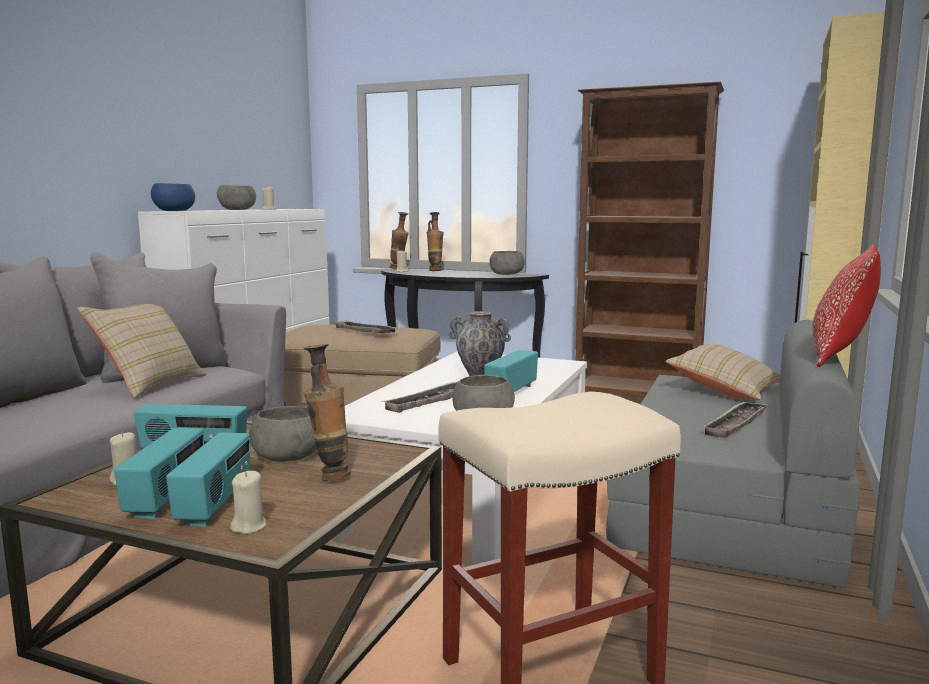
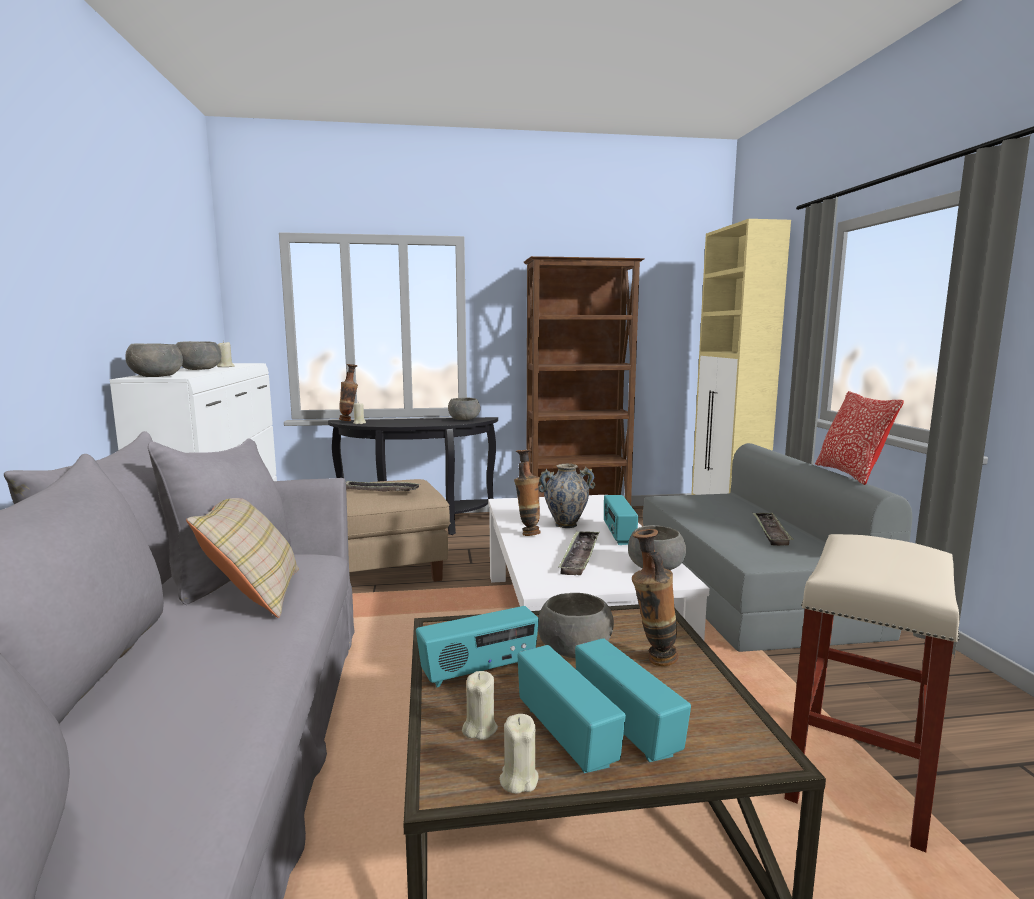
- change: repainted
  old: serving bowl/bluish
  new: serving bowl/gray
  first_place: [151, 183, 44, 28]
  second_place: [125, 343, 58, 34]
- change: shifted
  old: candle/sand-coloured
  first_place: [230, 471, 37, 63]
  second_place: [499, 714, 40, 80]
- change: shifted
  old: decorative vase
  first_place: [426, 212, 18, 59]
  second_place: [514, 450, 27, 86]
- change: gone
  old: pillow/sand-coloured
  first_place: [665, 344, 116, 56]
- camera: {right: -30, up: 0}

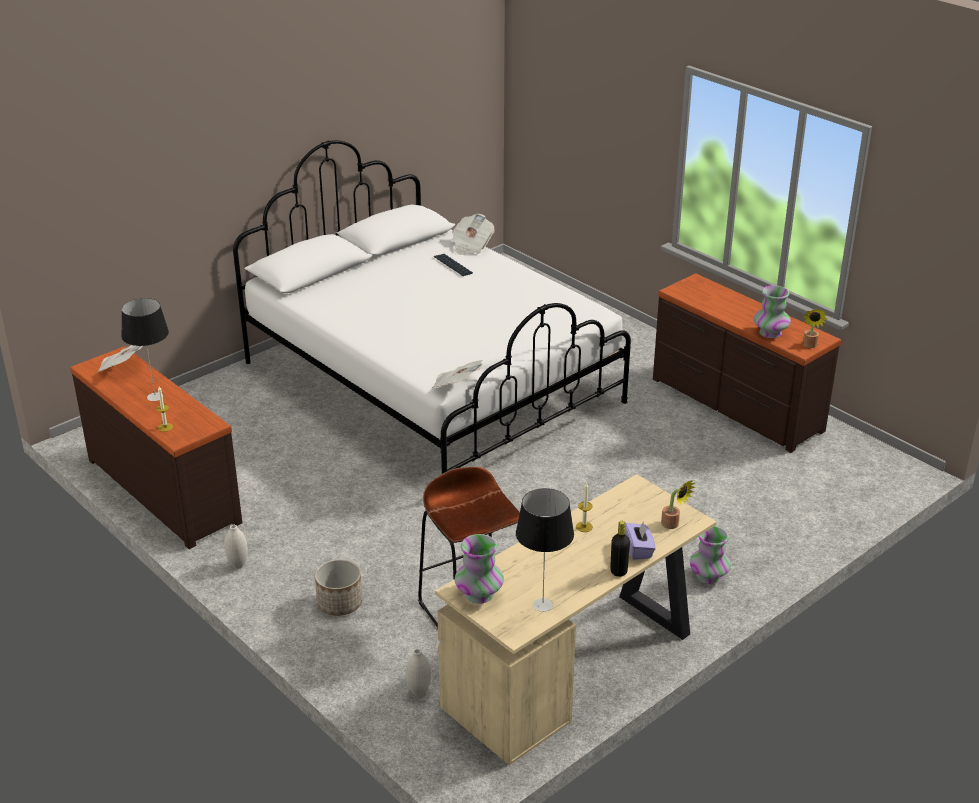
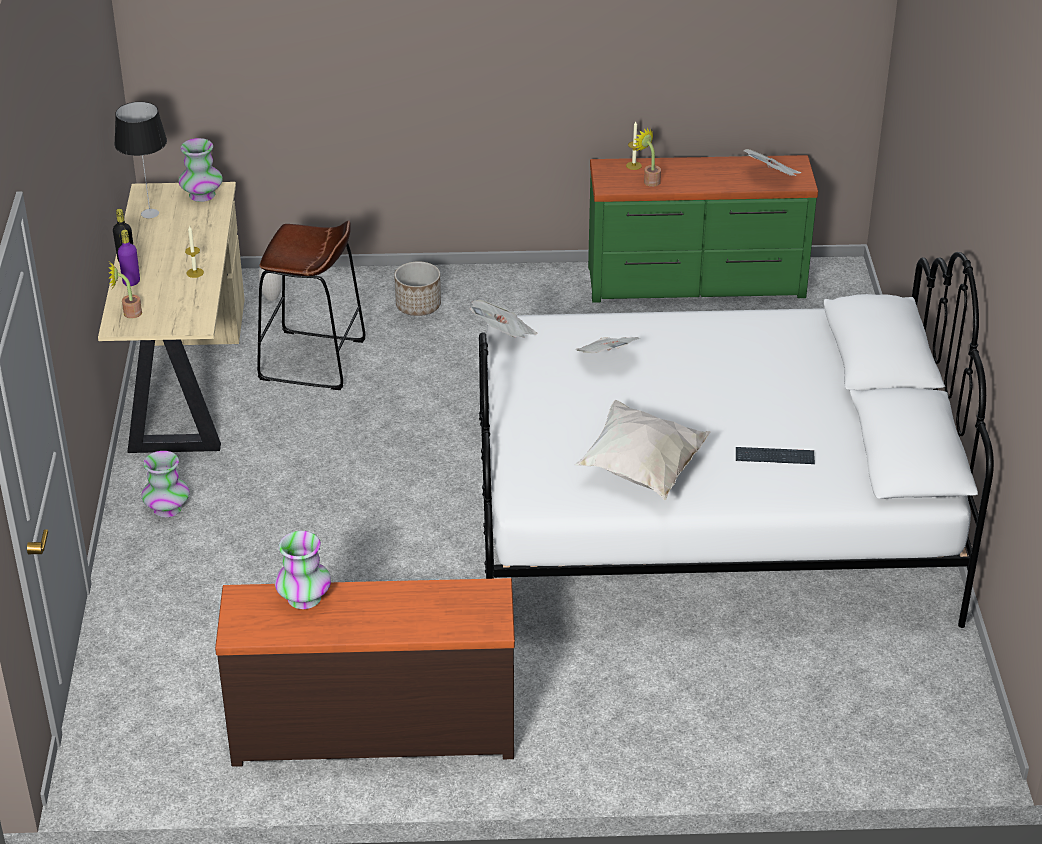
- change: swapped
  old: tissue box/purplish
  new: drink bottle/purplish
  first_place: [625, 522, 31, 38]
  second_place: [118, 230, 22, 56]
- change: new
  new: pillow/white
  second_place: [574, 400, 137, 100]
- change: shifted
  old: printed paper
  first_place: [452, 214, 43, 41]
  second_place: [575, 337, 65, 16]
- change: repainted
  old: dresser/brownish
  new: dresser/greenish
  first_place: [70, 346, 172, 203]
  second_place: [588, 155, 230, 148]
- change: shifted
  old: houseplant
  first_place: [803, 309, 25, 39]
  second_place: [634, 128, 27, 59]
- change: gone
  old: lamp for a table
  first_place: [121, 298, 48, 103]
- change: gone
  old: decorative vase/white
  first_place: [224, 525, 24, 44]
- camera: {right: 130, up: 5}

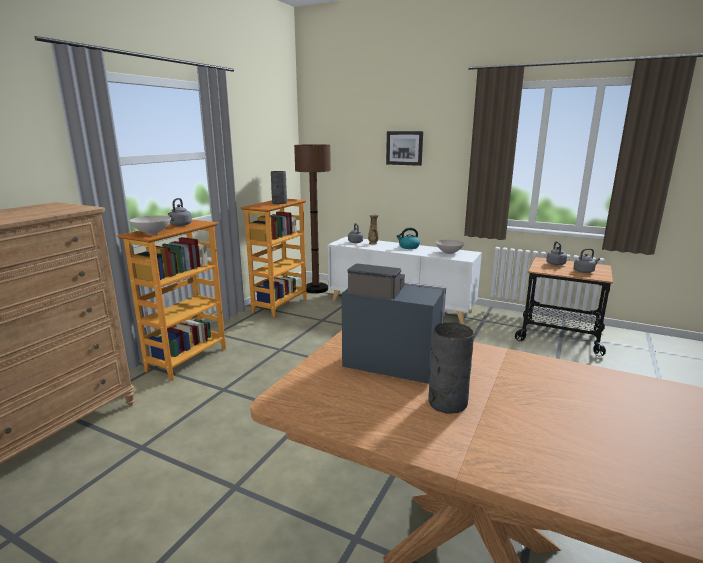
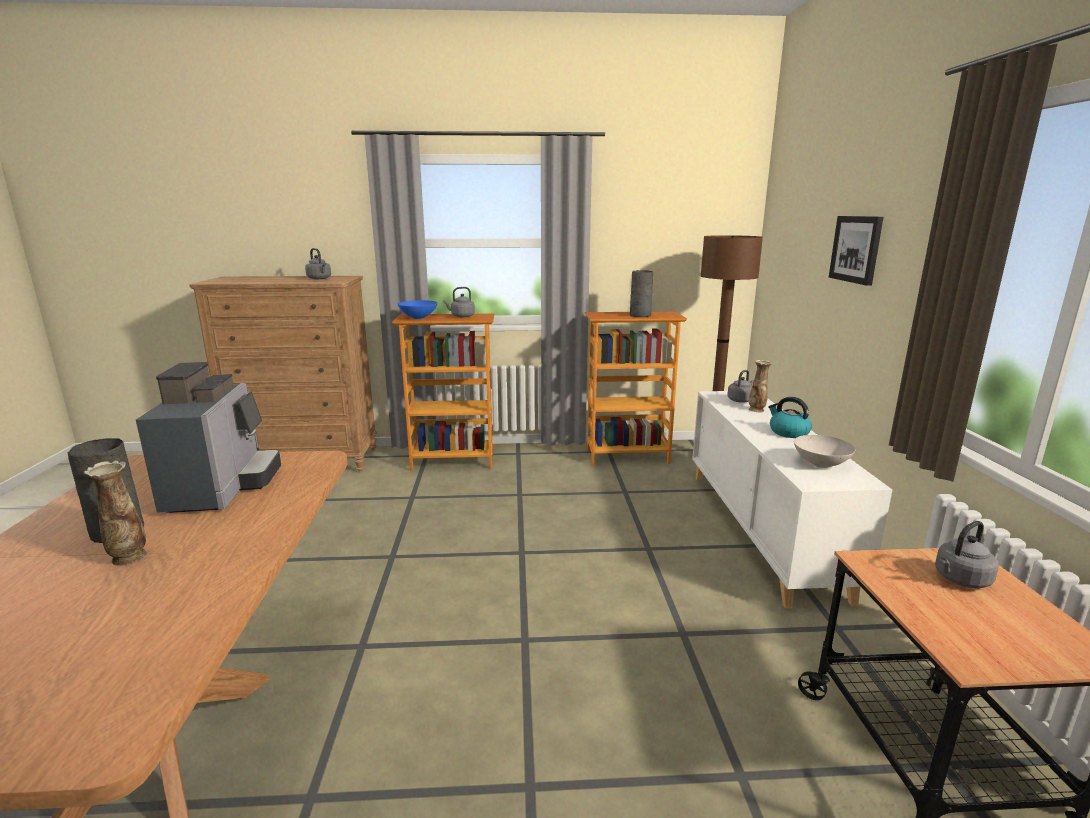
- change: new
  new: decorative vase
  second_place: [84, 461, 63, 105]
- change: shifted
  old: tea kettle/gray
  first_place: [574, 248, 26, 25]
  second_place: [305, 248, 26, 31]
- change: repainted
  old: serving bowl/white
  new: serving bowl/bluish
  first_place: [130, 215, 41, 19]
  second_place: [398, 300, 39, 19]
- camera: {right: 60, up: 0}

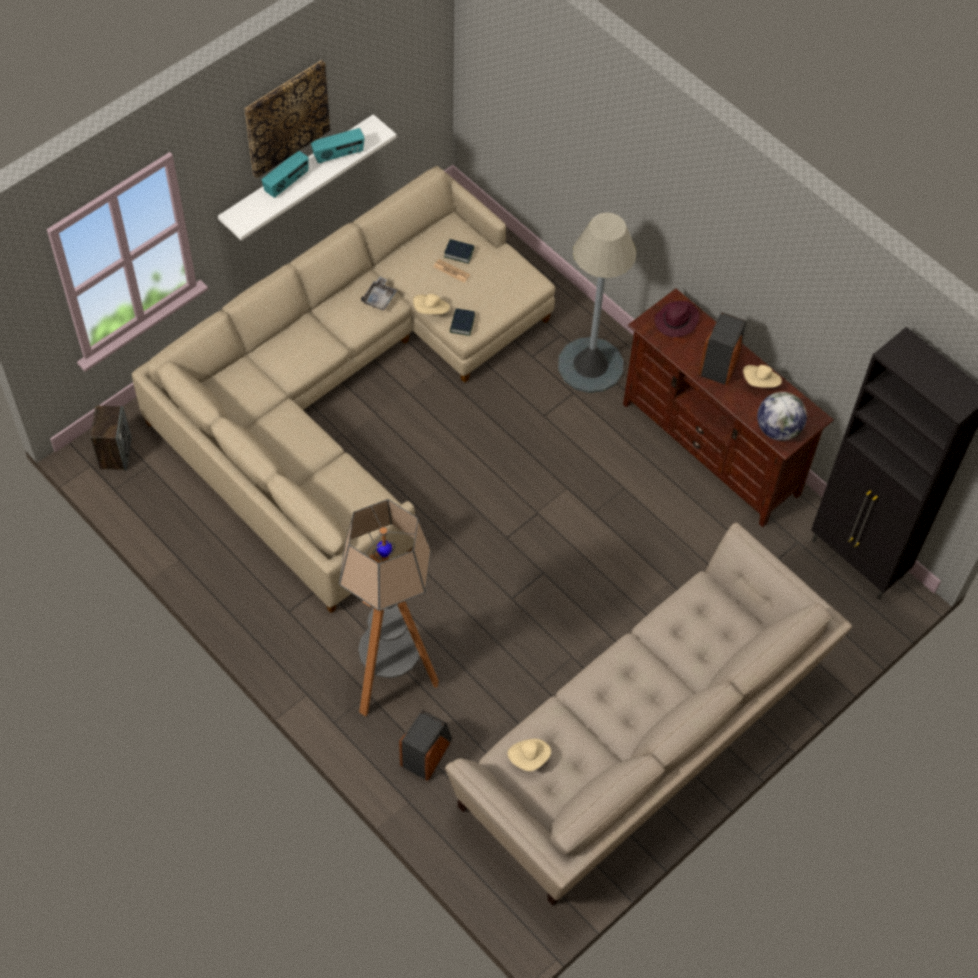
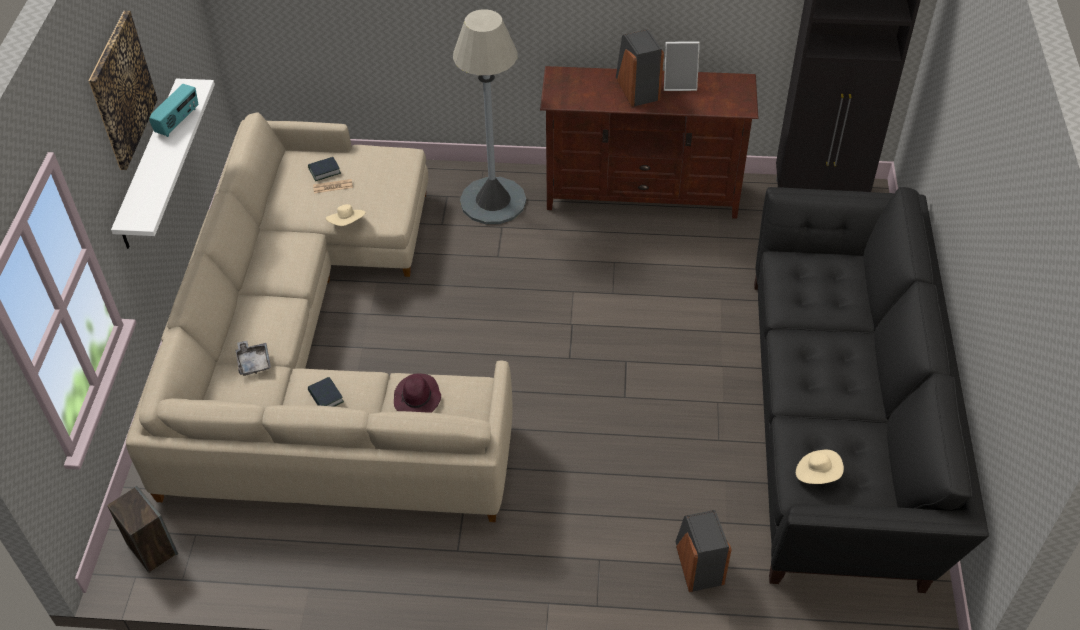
- change: shifted
  old: carrying tray/gray
  first_place: [361, 277, 36, 33]
  second_place: [235, 341, 36, 35]
- change: shifted
  old: bound book
  first_place: [450, 308, 25, 28]
  second_place: [308, 377, 36, 30]
- change: shifted
  old: wearable hat/purplish
  first_place: [654, 301, 45, 36]
  second_place: [394, 373, 47, 40]
- change: swapped
  old: wearable hat/sand-coloured
  new: photo frame
  first_place: [743, 365, 39, 22]
  second_place: [664, 41, 36, 50]
- change: repainted
  old: couch/sand-coloured
  new: couch/blackish
  first_place: [445, 523, 407, 383]
  second_place: [754, 187, 235, 406]
- change: gone
  old: radio set
  first_place: [262, 151, 47, 47]
- change: gone
  old: standard lamp
  first_place: [339, 499, 100, 218]
- change: gone
  old: desk globe
  first_place: [757, 392, 50, 49]
- camera: {right: -40, up: -10}

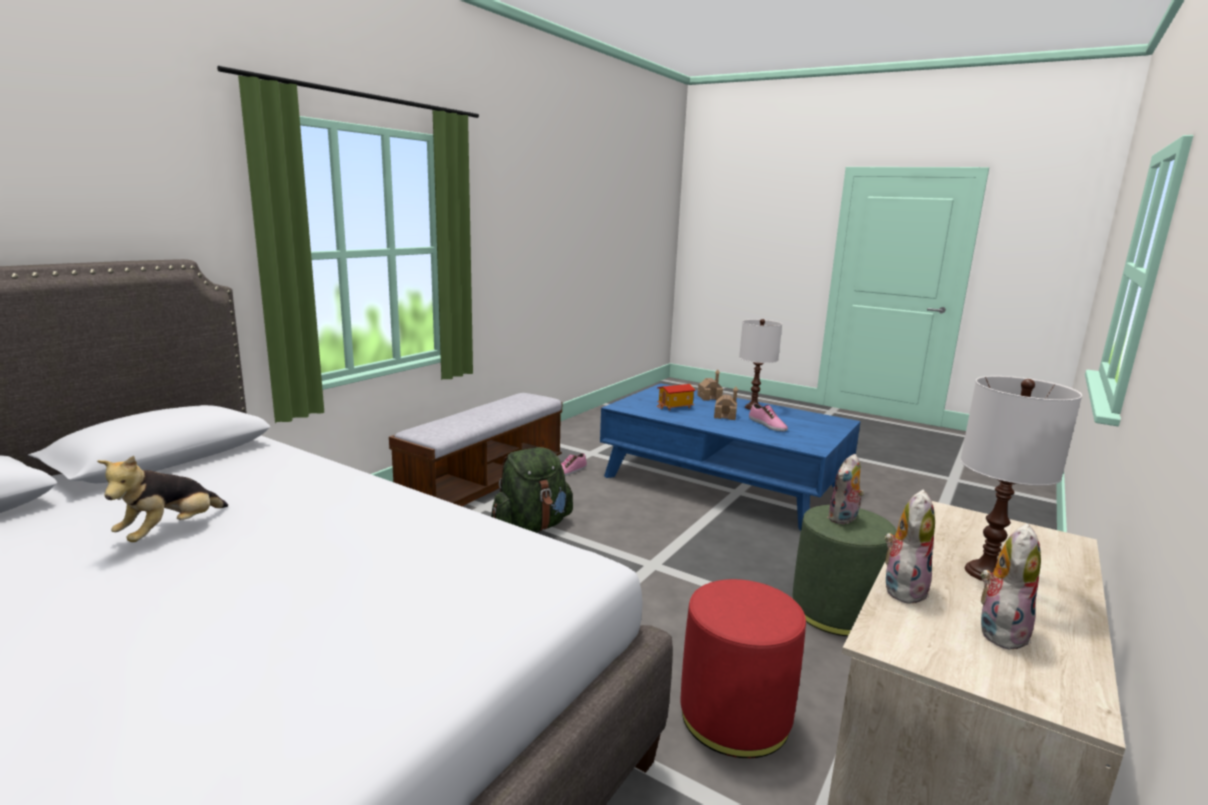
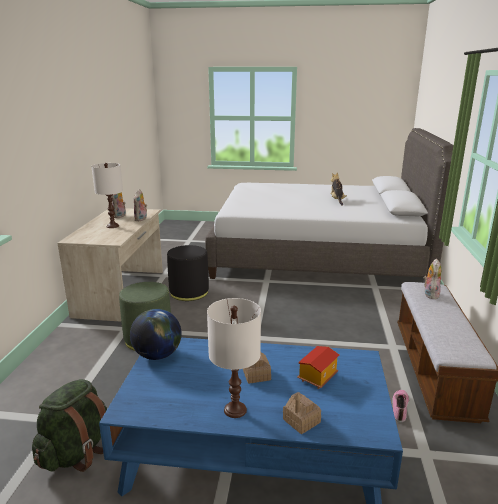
- change: shifted
  old: rucksack/greenish
  first_place: [491, 447, 82, 86]
  second_place: [32, 379, 75, 93]
- change: new
  new: desk globe
  second_place: [130, 309, 52, 51]
- change: repainted
  old: ottoman/red-coloured
  new: ottoman/blackish
  first_place: [680, 579, 126, 179]
  second_place: [167, 245, 42, 56]
- change: shifted
  old: plush toy
  first_place: [827, 454, 37, 70]
  second_place: [424, 259, 17, 40]
- change: gone
  old: low shoe
  first_place: [749, 403, 39, 28]
- camera: {right: 155, up: 5}

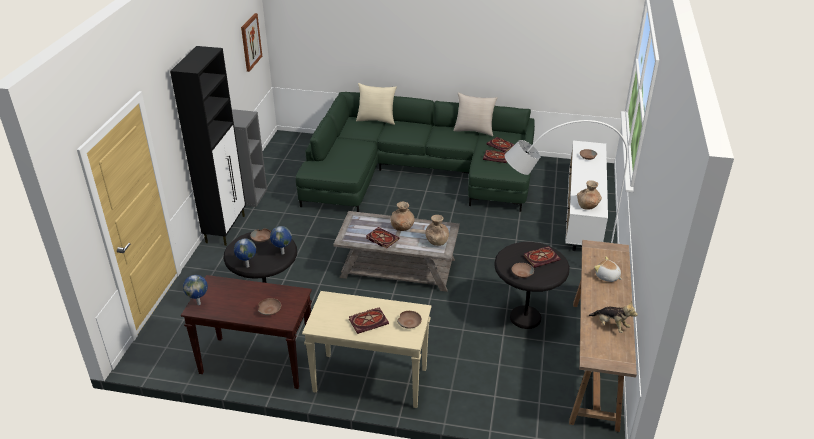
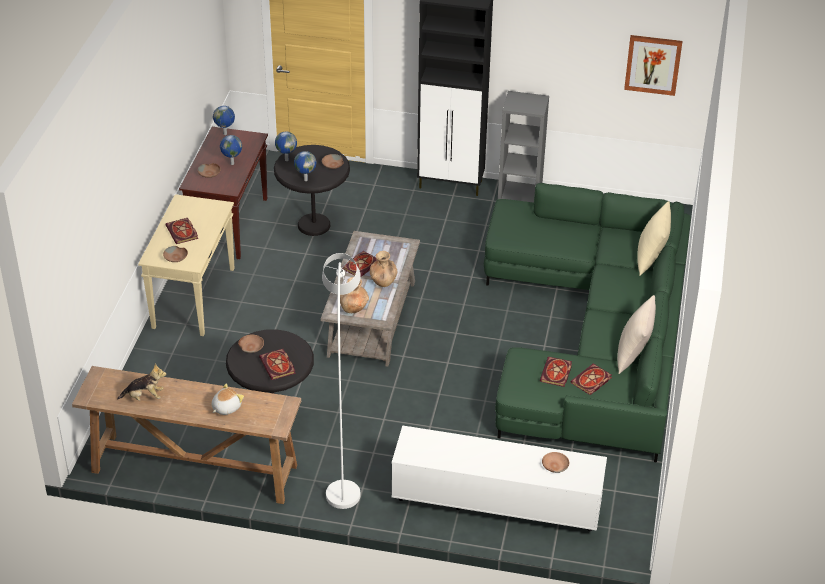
- change: rotated
  old: plush toy
  first_place: [588, 302, 50, 31]
  second_place: [117, 364, 49, 37]
  degrees: -135
- change: new
  new: desk globe
  second_place: [220, 135, 22, 30]
- change: gone
  old: decorative vase/brownish
  first_place: [577, 180, 25, 30]
- camera: {right: 90, up: 5}

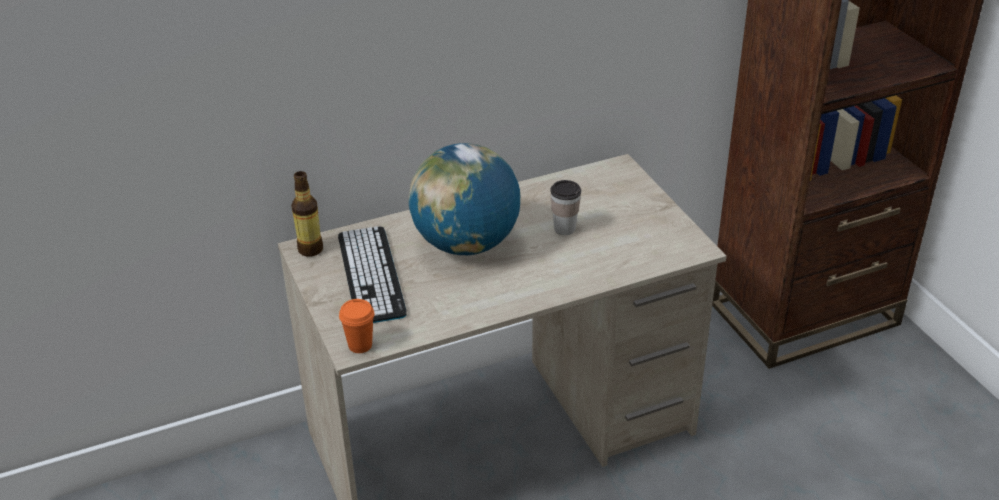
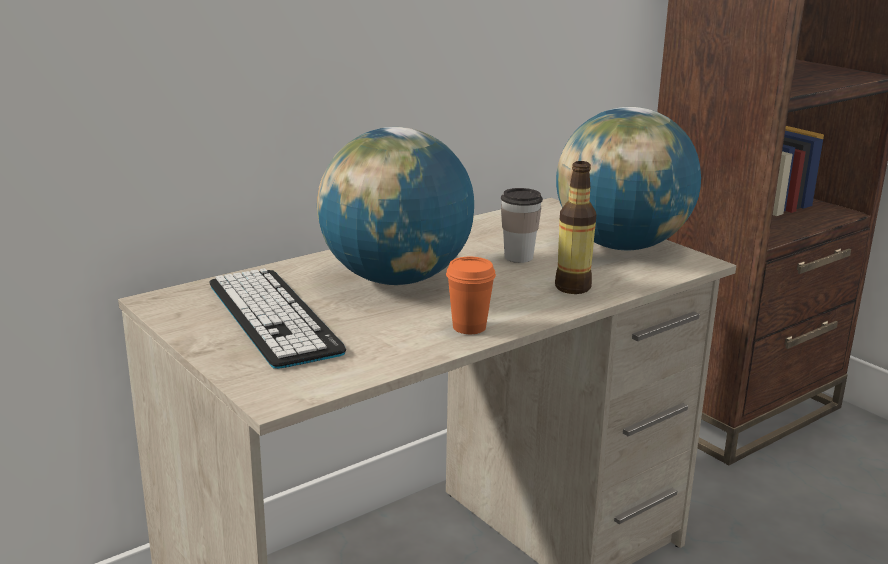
- change: shifted
  old: cup/orange-coloured
  first_place: [339, 299, 35, 54]
  second_place: [446, 257, 50, 77]
- change: shifted
  old: drink bottle
  first_place: [291, 171, 32, 86]
  second_place: [555, 161, 41, 133]
- change: new
  new: desk globe
  second_place: [556, 107, 145, 143]
- camera: {right: -15, up: -15}

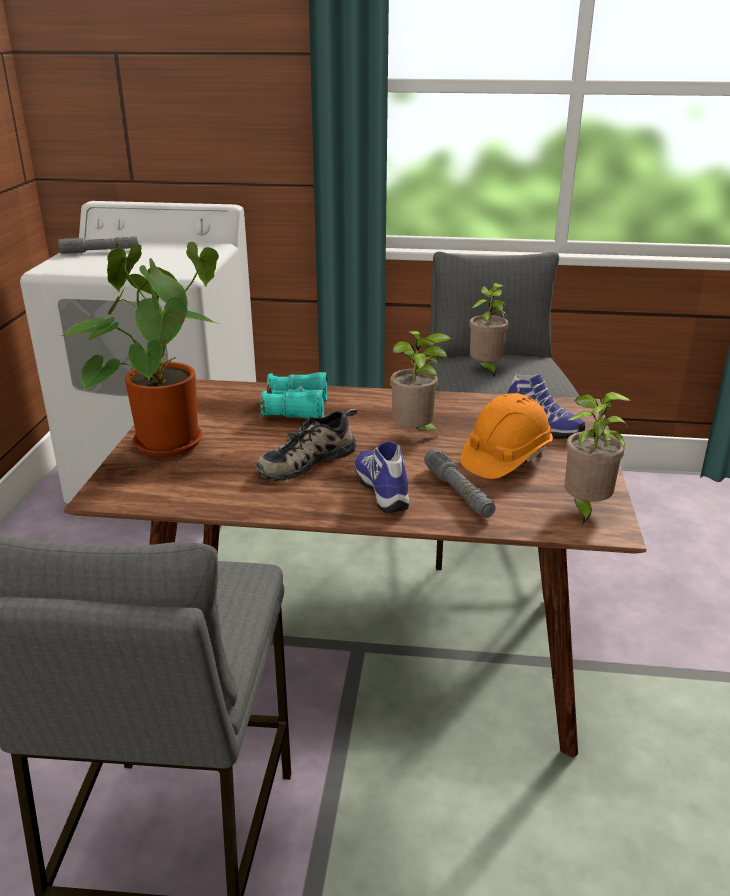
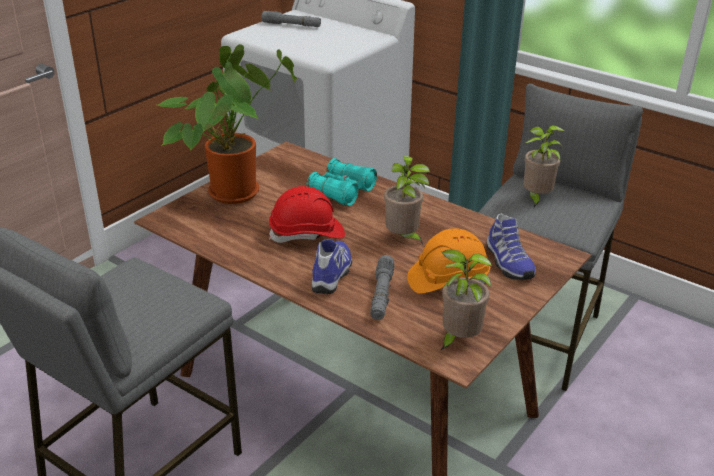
- change: swapped
  old: low shoe
  new: hard hat/red-coloured
  first_place: [256, 408, 101, 73]
  second_place: [269, 186, 76, 57]
- camera: {right: 30, up: 5}

